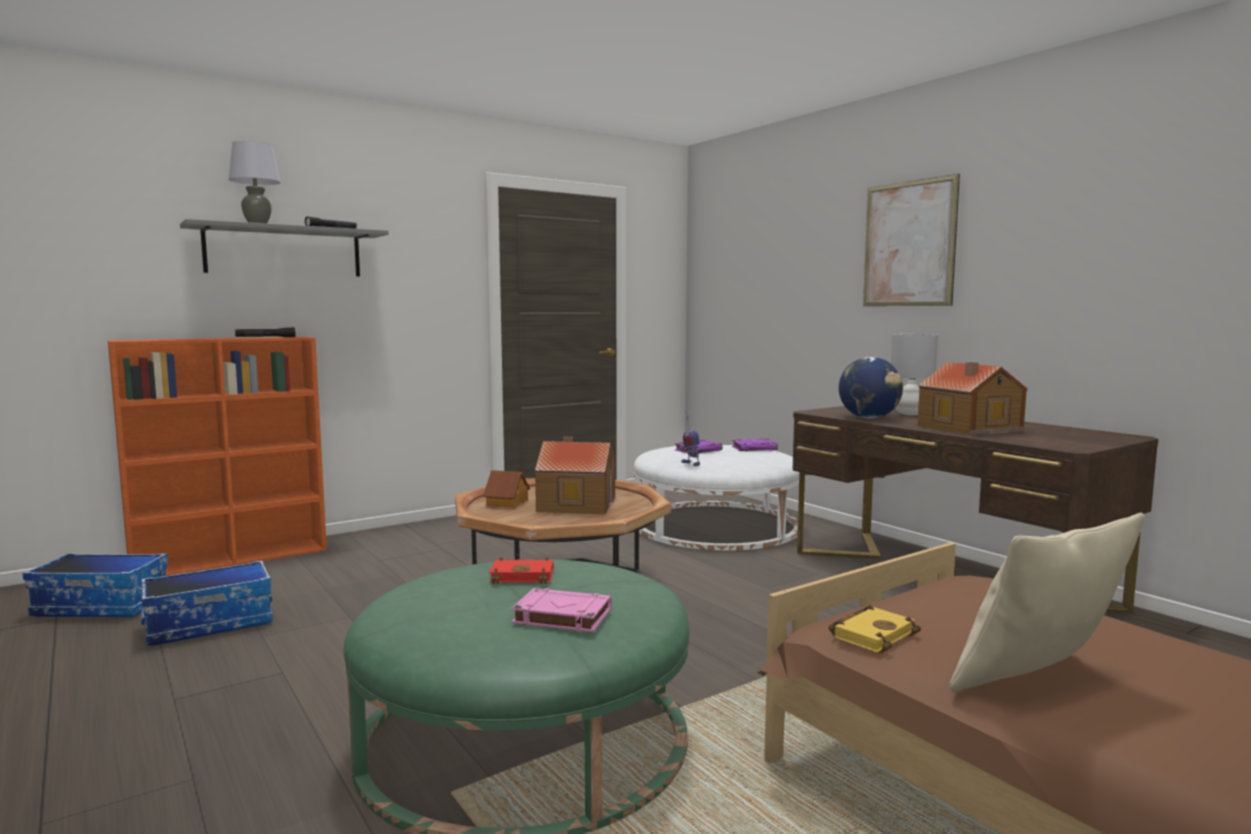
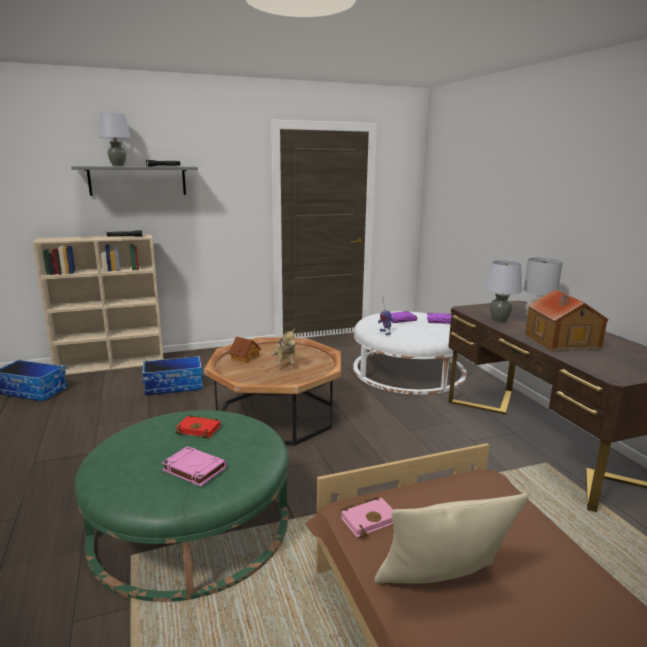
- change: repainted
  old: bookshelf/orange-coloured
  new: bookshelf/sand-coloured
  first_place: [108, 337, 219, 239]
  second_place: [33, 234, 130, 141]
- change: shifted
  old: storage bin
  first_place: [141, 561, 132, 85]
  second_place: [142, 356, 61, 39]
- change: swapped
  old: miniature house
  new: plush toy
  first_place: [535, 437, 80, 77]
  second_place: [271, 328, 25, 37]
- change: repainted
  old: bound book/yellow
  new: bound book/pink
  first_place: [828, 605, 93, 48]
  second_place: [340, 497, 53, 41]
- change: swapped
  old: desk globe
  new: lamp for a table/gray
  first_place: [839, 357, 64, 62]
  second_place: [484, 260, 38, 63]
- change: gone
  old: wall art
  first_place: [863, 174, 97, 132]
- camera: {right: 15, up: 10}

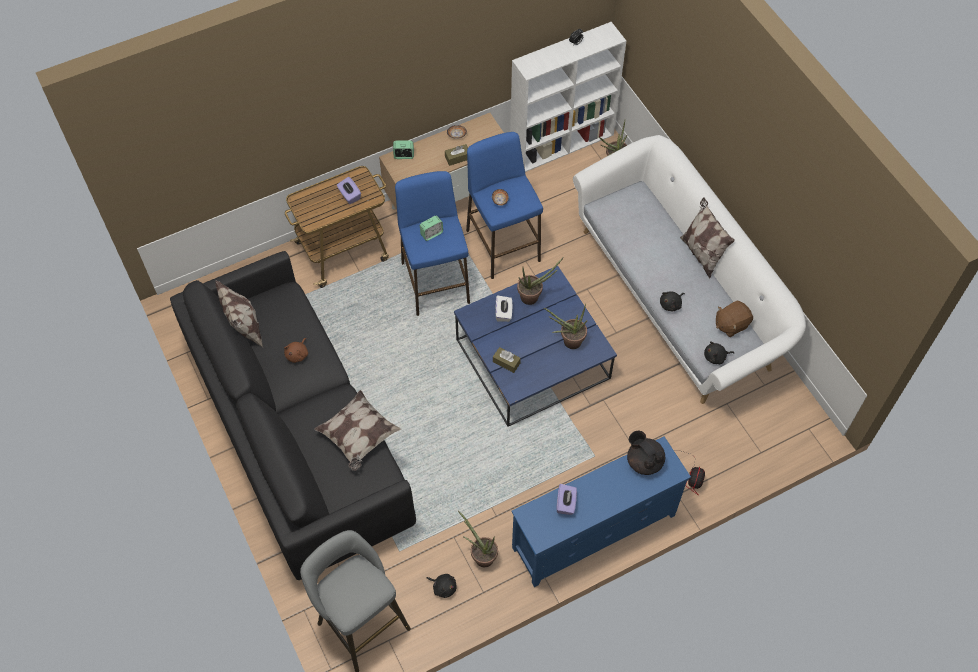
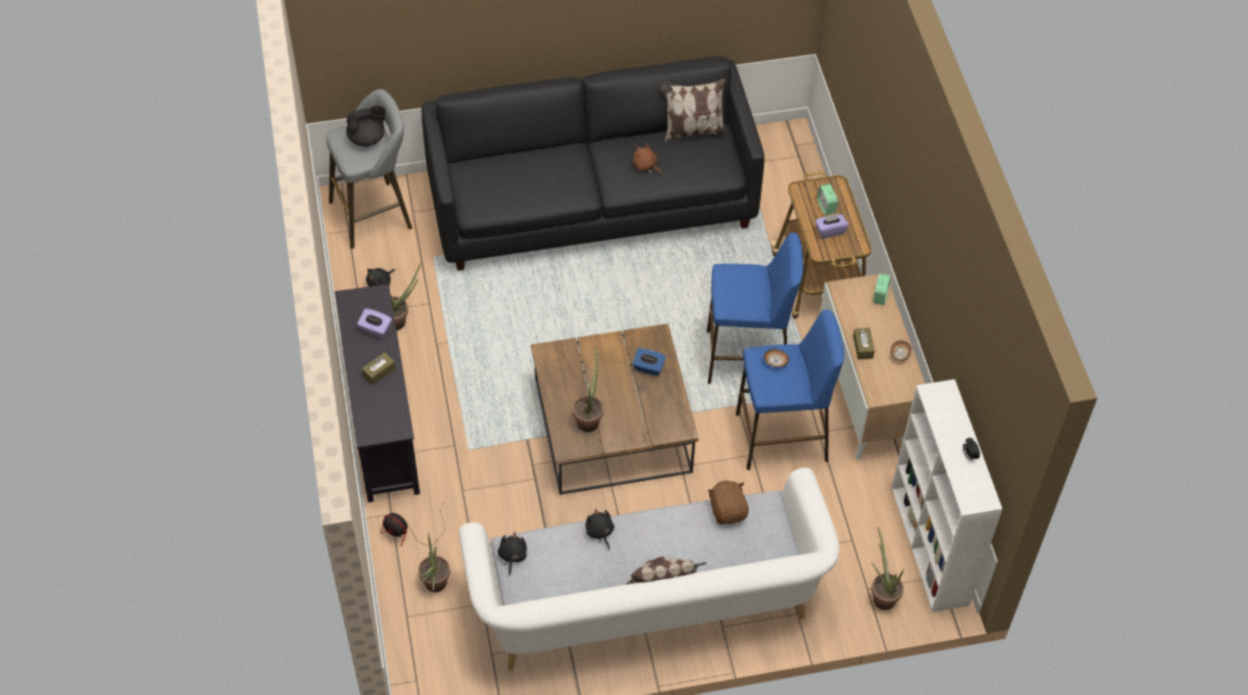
- change: repainted
  old: tv unit/bluish
  new: tv unit/blackish
  first_place: [511, 436, 180, 151]
  second_place: [335, 284, 85, 219]
- change: shifted
  old: teapot/blackish
  first_place: [627, 431, 38, 44]
  second_place: [346, 105, 40, 42]
- change: shifted
  old: tissue box/brownish
  first_place: [493, 347, 28, 26]
  second_place: [362, 352, 34, 33]
- change: shifted
  old: houseplant
  first_place: [517, 258, 46, 47]
  second_place: [418, 533, 32, 59]
- change: repainted
  old: coffee table/bluish
  new: coffee table/brownish
  first_place: [454, 265, 163, 162]
  second_place: [531, 323, 168, 172]
- change: repainted
  old: tissue box/white
  new: tissue box/bluish
  first_place: [496, 295, 16, 27]
  second_place: [633, 348, 33, 28]
- change: shifted
  old: plush toy/brownish
  first_place: [716, 301, 37, 36]
  second_place: [708, 481, 41, 43]
- change: shifted
  old: table clock
  first_place: [420, 216, 23, 25]
  second_place: [817, 184, 21, 31]
- change: gone
  old: pillow
  first_place: [314, 390, 87, 81]
- camera: {right: 105, up: -5}

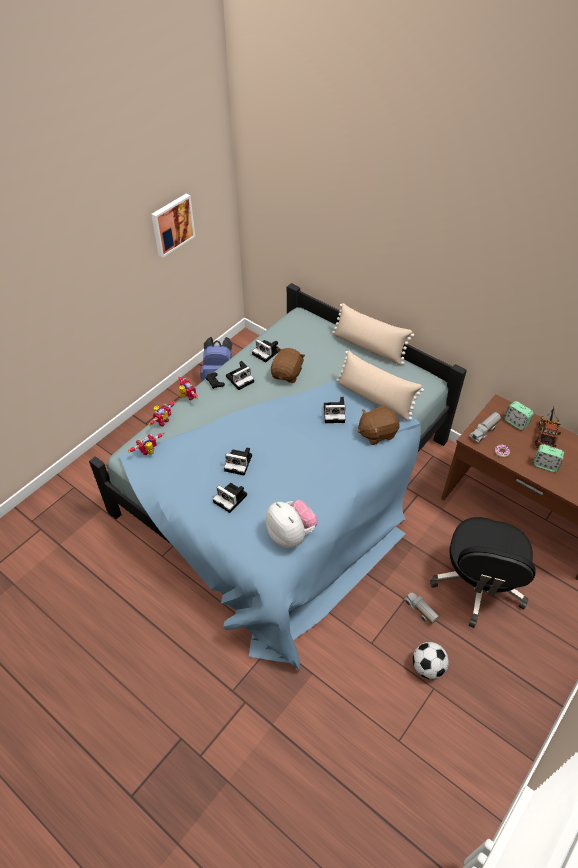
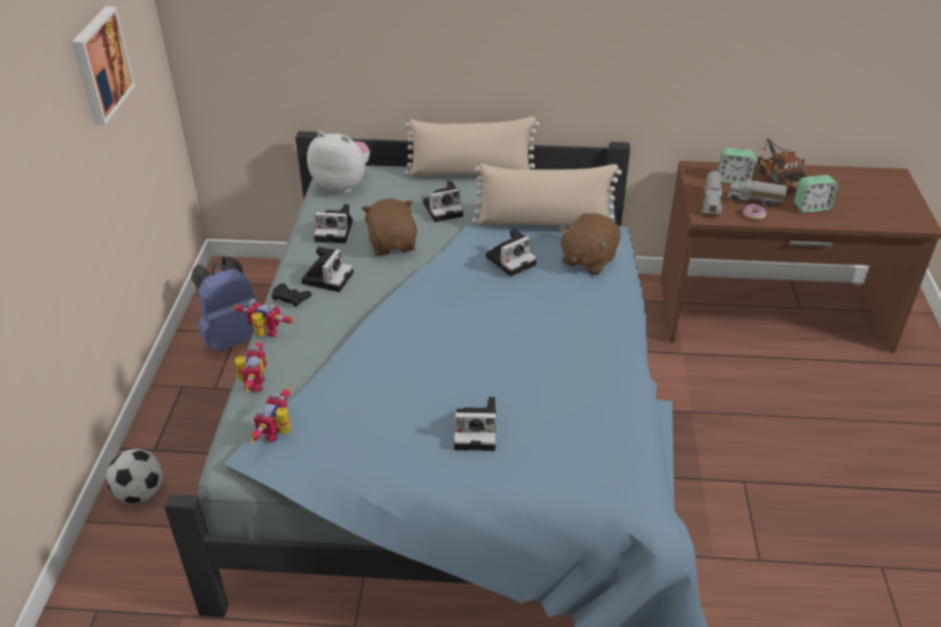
- change: shifted
  old: football
  first_place: [413, 642, 36, 37]
  second_place: [106, 449, 57, 54]
- change: shifted
  old: plush toy
  first_place: [266, 500, 52, 48]
  second_place: [307, 131, 63, 62]
- change: shifted
  old: photo camera
  first_place: [224, 447, 28, 28]
  second_place: [423, 181, 40, 41]
- change: shifted
  old: toy truck
  first_place: [404, 592, 35, 32]
  second_place: [728, 180, 59, 27]
- change: gone
  old: office chair/blackish
  first_place: [430, 517, 106, 111]
- camera: {right: -35, up: -10}

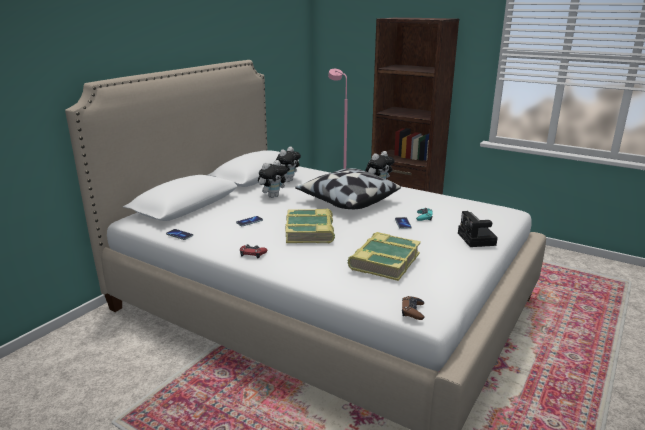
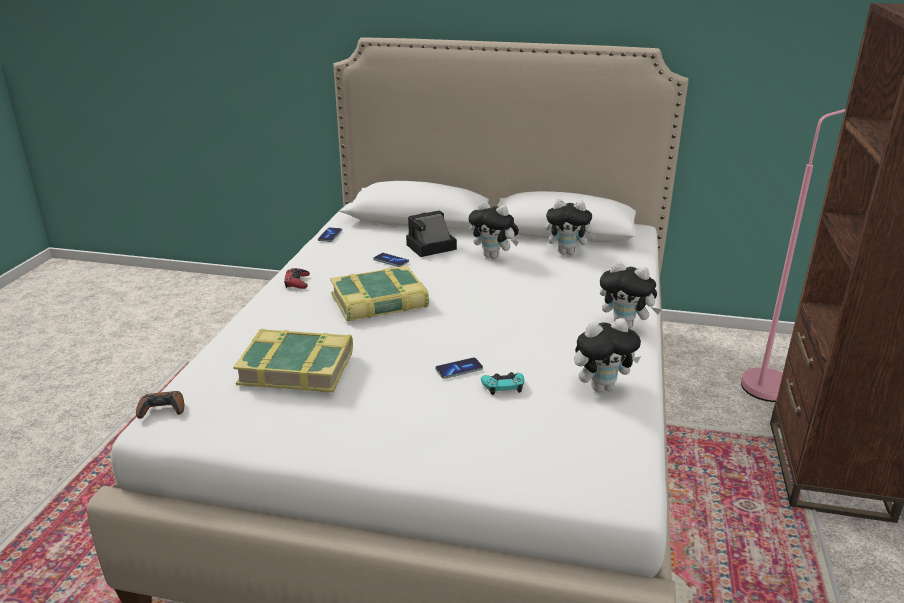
- change: shifted
  old: photo camera
  first_place: [458, 211, 40, 36]
  second_place: [406, 210, 51, 47]
- change: new
  new: plush toy
  second_place: [574, 318, 67, 74]
- change: gone
  old: pillow
  first_place: [295, 168, 106, 41]
- camera: {right: 70, up: 5}

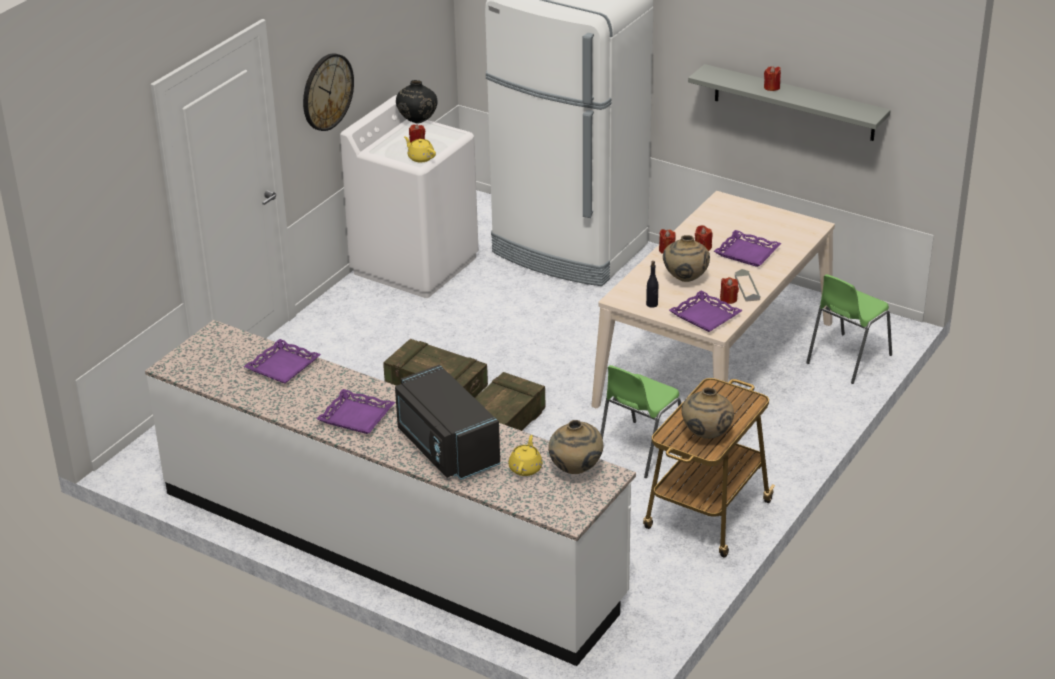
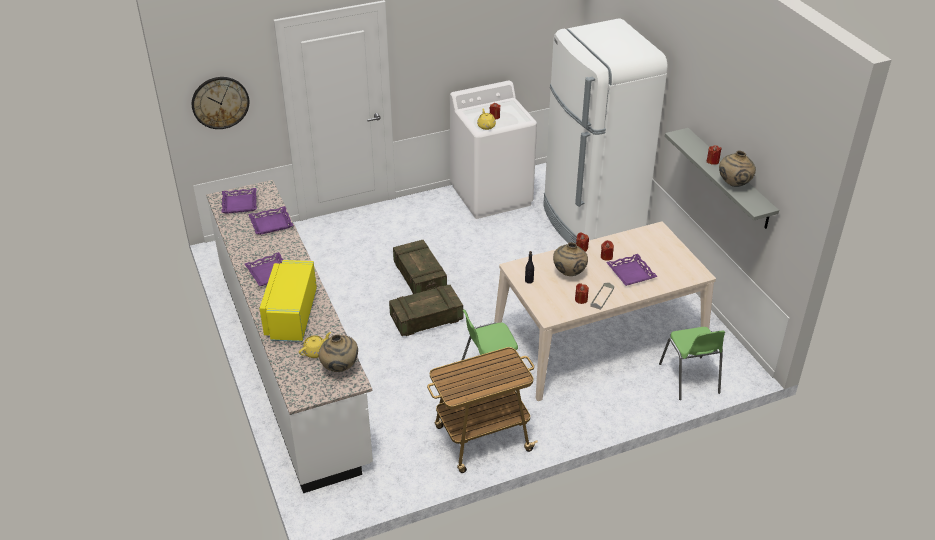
- change: shifted
  old: wall clock
  first_place: [303, 53, 51, 78]
  second_place: [192, 77, 57, 52]
- change: shifted
  old: carrying tray/purplish
  first_place: [669, 290, 74, 42]
  second_place: [222, 188, 35, 26]
- change: repainted
  old: microwave oven/blackish
  new: microwave oven/yellow
  first_place: [395, 365, 105, 115]
  second_place: [259, 260, 58, 82]
- change: rotated
  old: chair/greenish
  first_place: [806, 274, 86, 110]
  second_place: [659, 327, 66, 73]
  degrees: -90
- change: shifted
  old: decorative vase/sand-coloured
  first_place: [682, 388, 52, 51]
  second_place: [719, 151, 37, 36]
- change: gone
  old: decorative vase/blackish
  first_place: [396, 80, 42, 44]
- camera: {right: 35, up: 5}

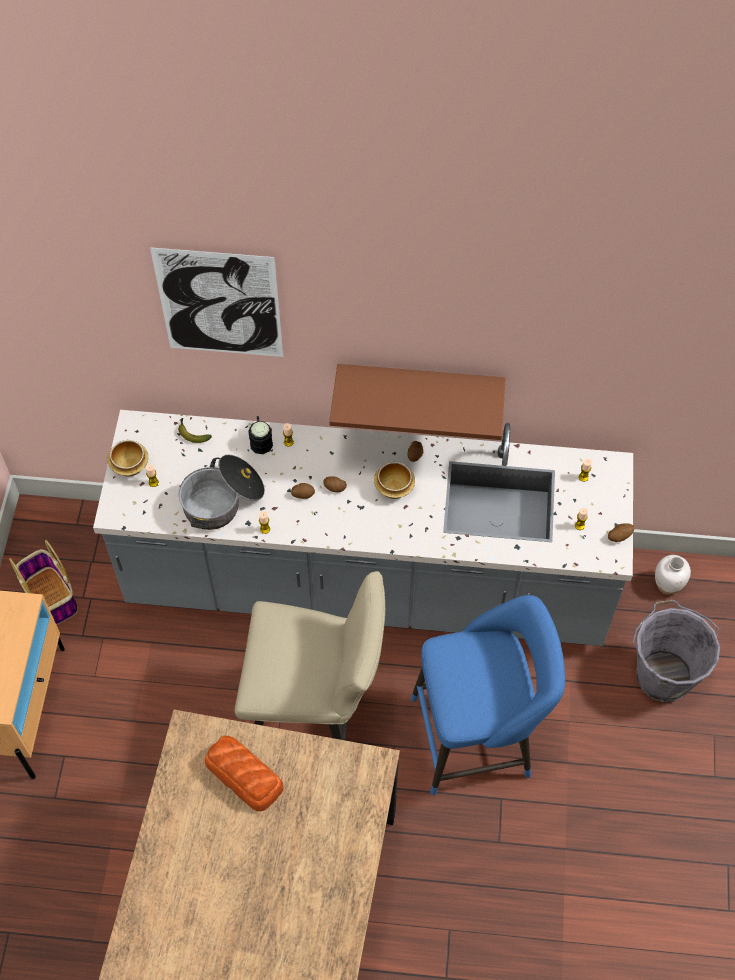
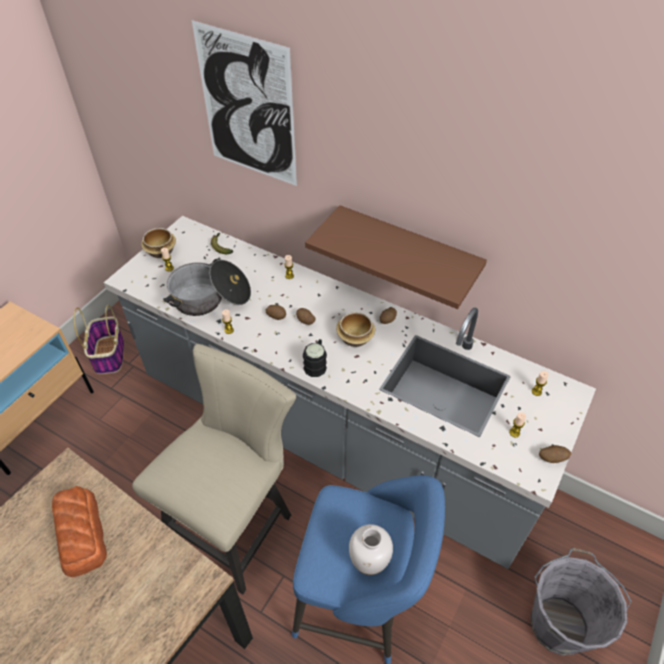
- change: rotated
  old: chair/sand-coloured
  first_place: [235, 571, 150, 169]
  second_place: [132, 344, 164, 251]
  degrees: -90
- change: shifted
  old: tea mug/blackish
  first_place: [249, 416, 24, 38]
  second_place: [303, 339, 24, 38]
- change: shifted
  old: decorative vase/white
  first_place: [655, 555, 36, 40]
  second_place: [349, 524, 44, 51]
- camera: {right: 25, up: -10}

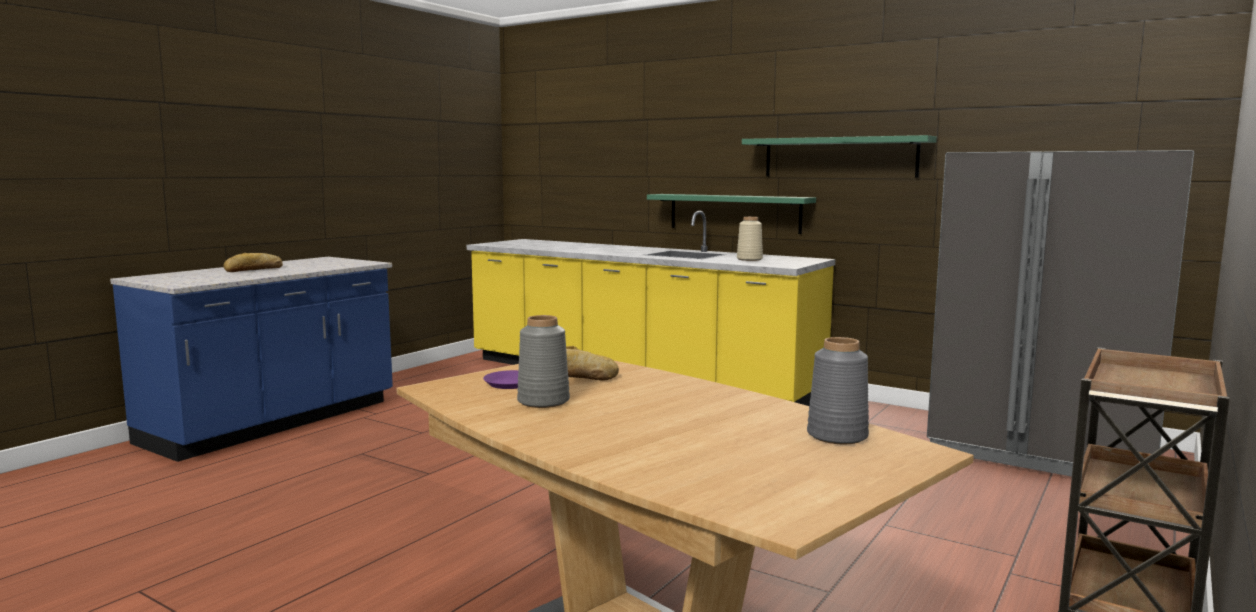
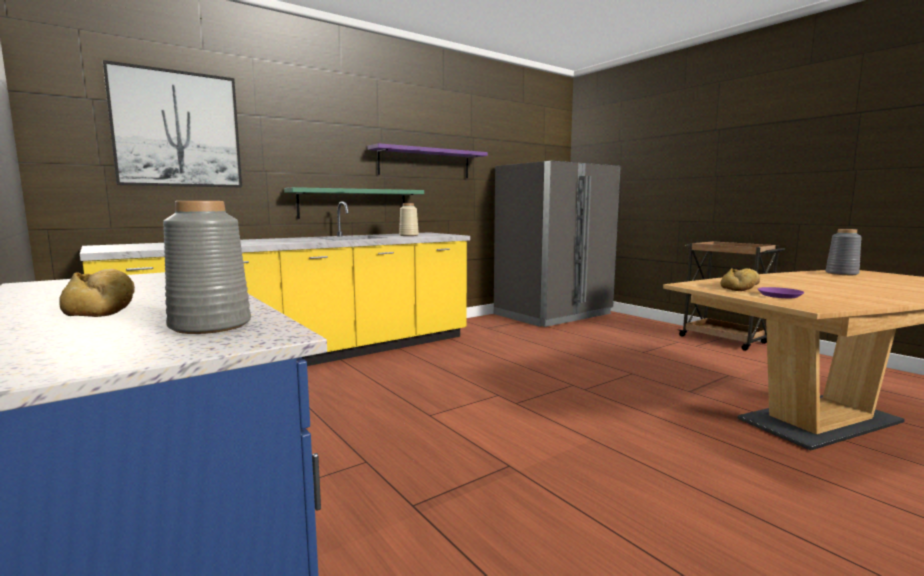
- change: new
  new: wall art
  second_place: [103, 60, 139, 127]
- change: shifted
  old: decorative vase/gray
  first_place: [517, 315, 53, 93]
  second_place: [163, 201, 88, 133]
- change: repainted
  old: wall shelf/greenish
  new: wall shelf/purplish
  first_place: [742, 135, 195, 43]
  second_place: [367, 143, 121, 35]
- camera: {right: -70, up: 0}

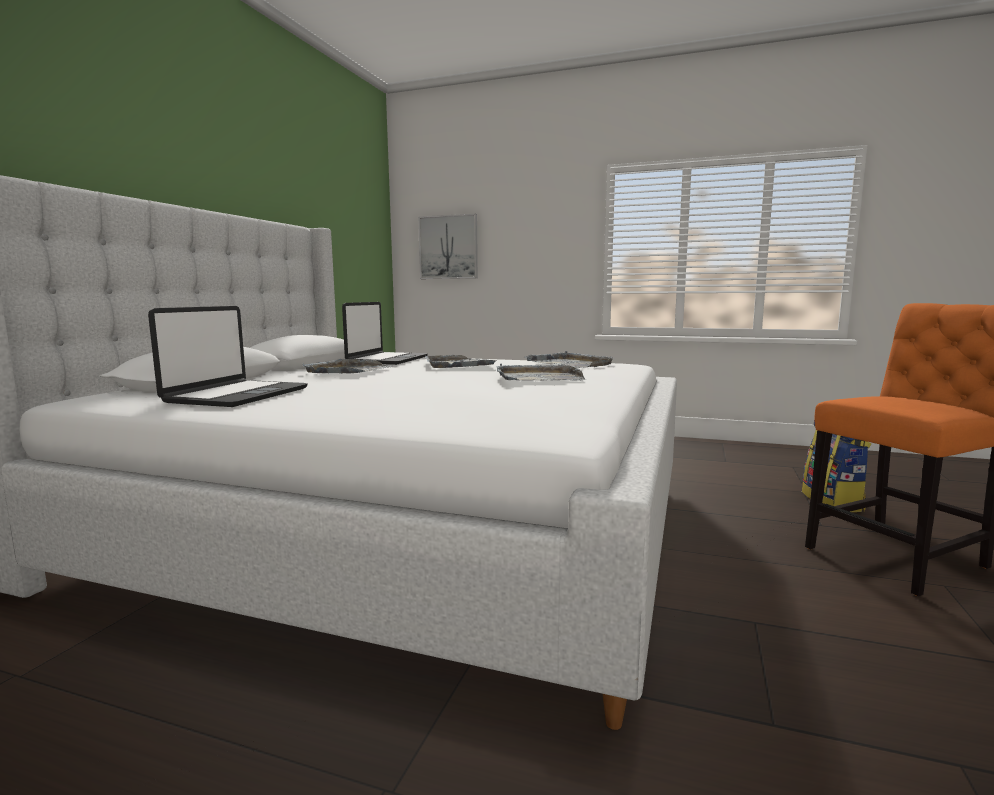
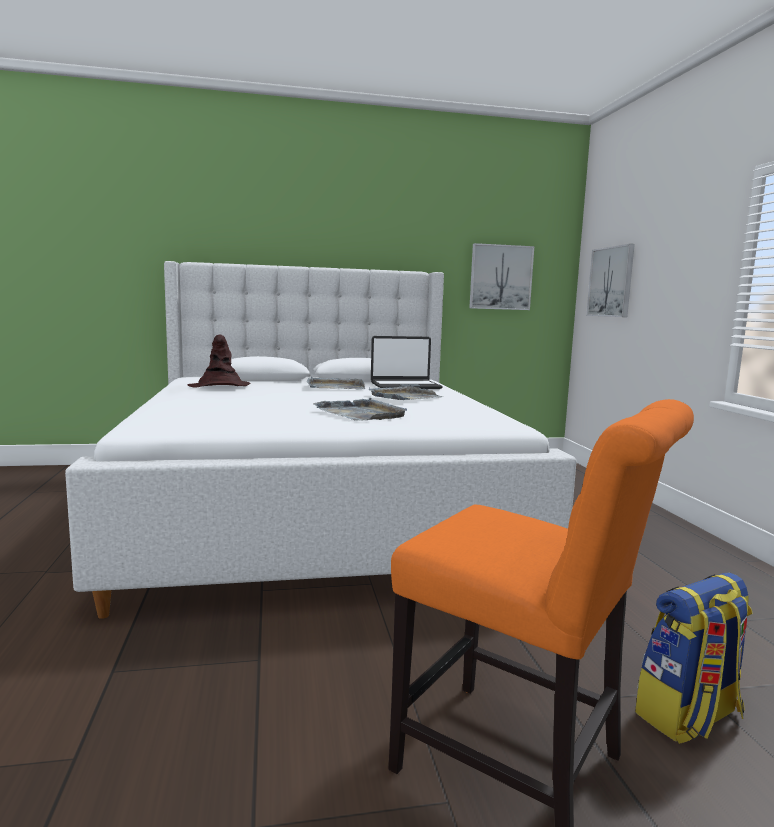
- change: swapped
  old: portable computer
  new: wearable hat/brownish
  first_place: [148, 306, 160, 101]
  second_place: [188, 334, 62, 54]
- change: new
  new: wall art
  second_place: [469, 243, 65, 67]
- change: gone
  old: carrying tray/gray
  first_place: [524, 351, 89, 17]
- camera: {right: 60, up: 0}

